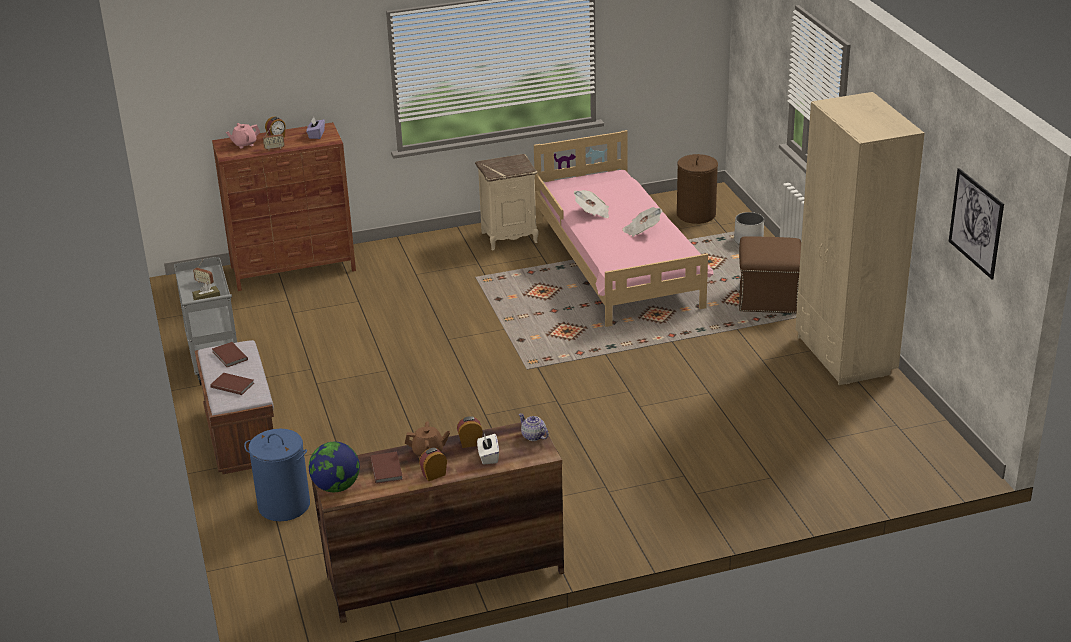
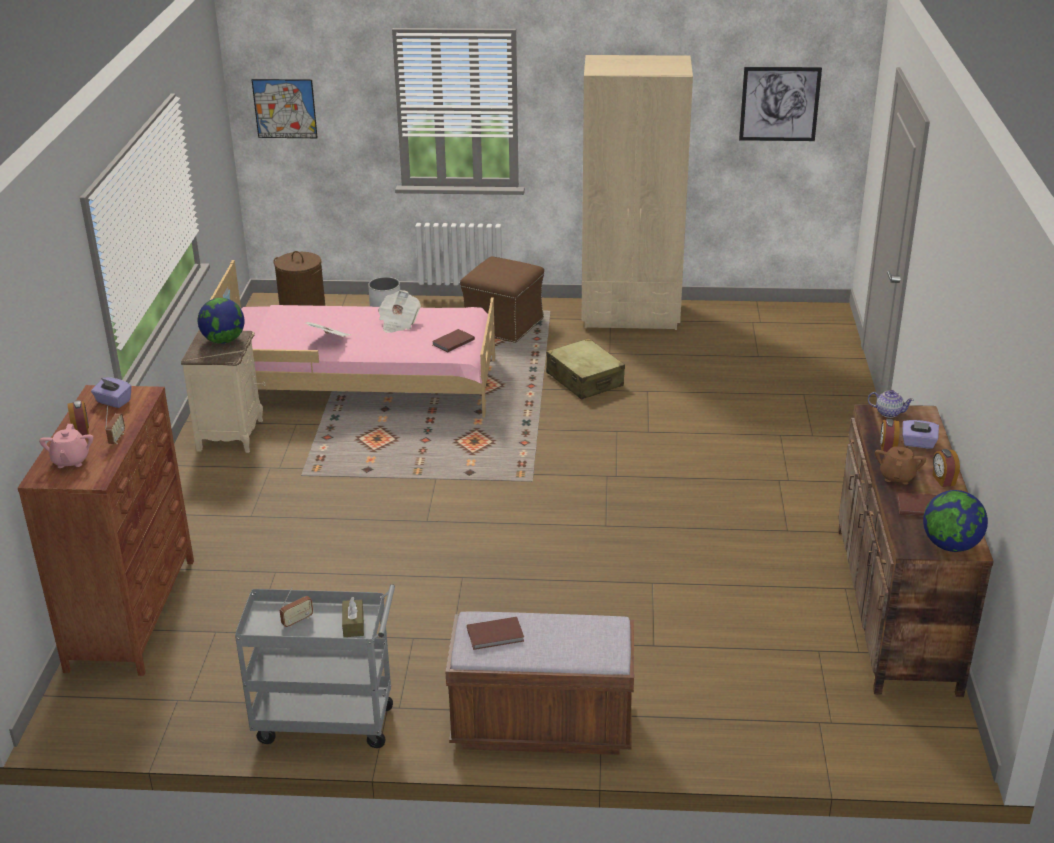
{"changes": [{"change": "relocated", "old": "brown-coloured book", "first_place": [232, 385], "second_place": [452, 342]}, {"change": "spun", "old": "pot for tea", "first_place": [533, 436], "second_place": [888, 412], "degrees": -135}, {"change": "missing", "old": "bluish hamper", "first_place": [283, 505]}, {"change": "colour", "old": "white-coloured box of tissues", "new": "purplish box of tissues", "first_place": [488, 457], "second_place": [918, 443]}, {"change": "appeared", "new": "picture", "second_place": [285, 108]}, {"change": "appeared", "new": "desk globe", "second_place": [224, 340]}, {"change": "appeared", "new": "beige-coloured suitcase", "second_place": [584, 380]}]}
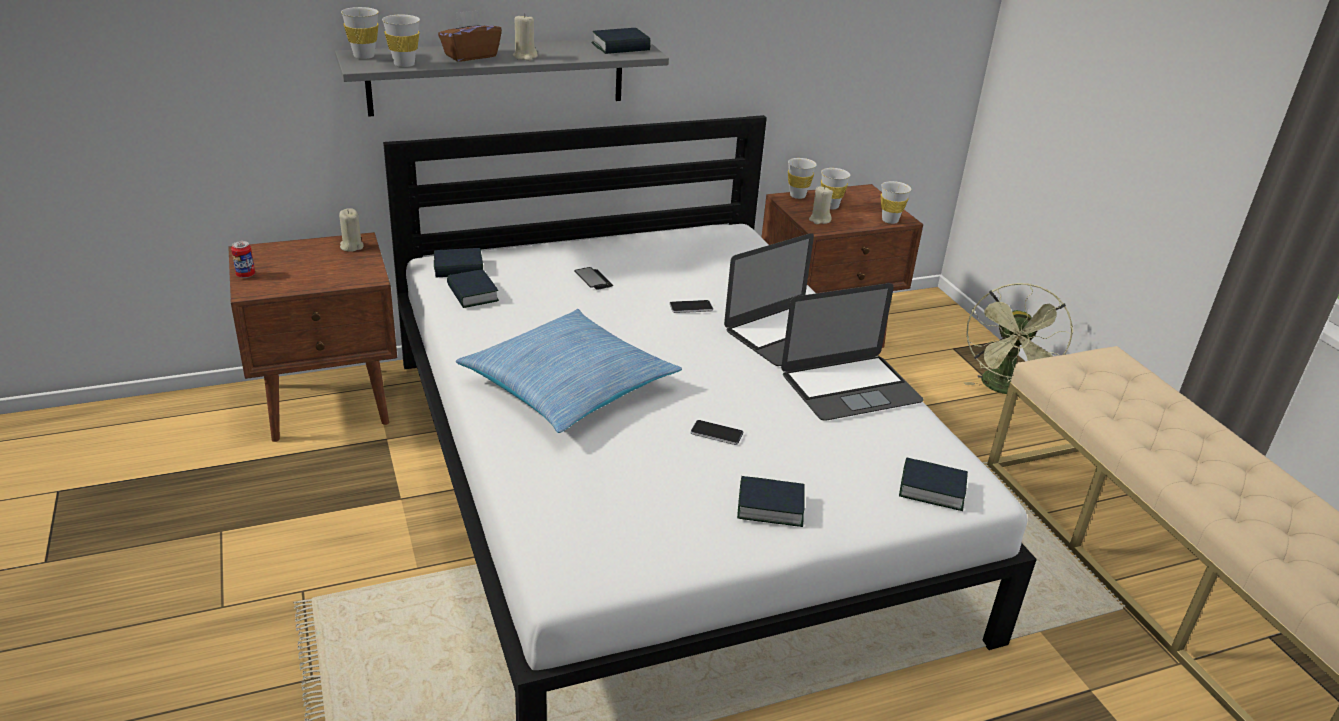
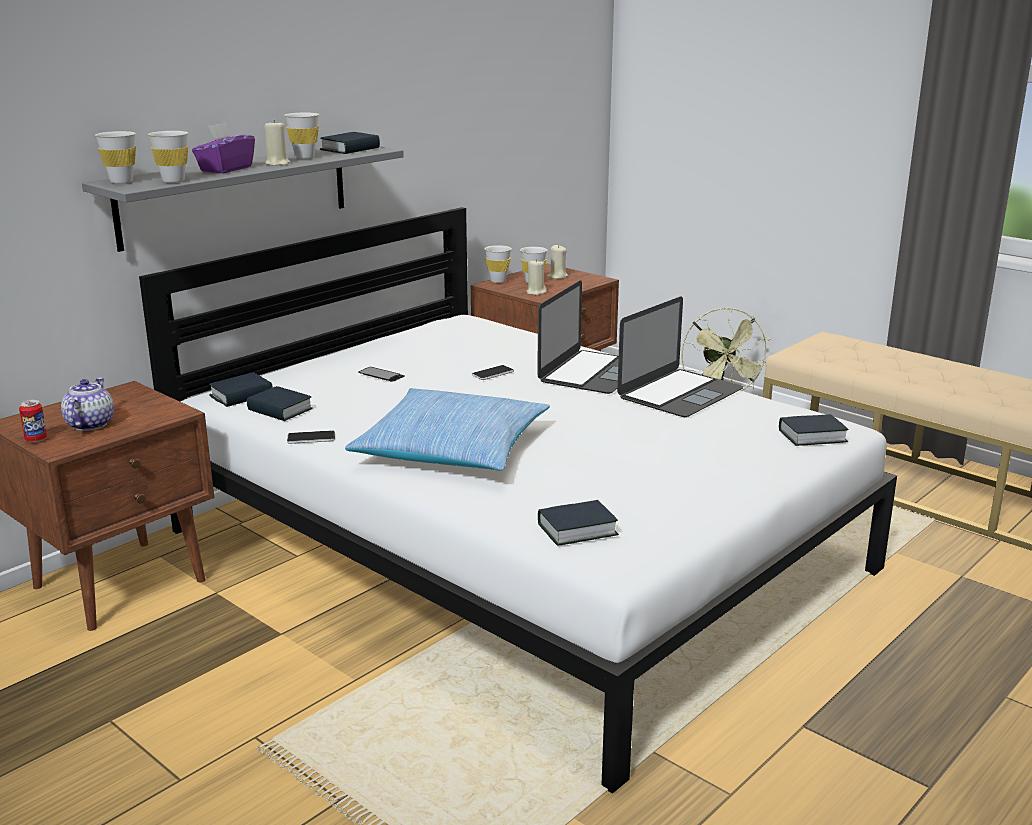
{"changes": [{"change": "colour", "old": "brown-coloured box of tissues", "new": "purplish box of tissues", "first_place": [470, 56], "second_place": [225, 169]}, {"change": "relocated", "old": "white-coloured drinking cup", "first_place": [890, 220], "second_place": [304, 157]}, {"change": "relocated", "old": "beige-coloured wax candle", "first_place": [351, 246], "second_place": [557, 276]}, {"change": "relocated", "old": "phone", "first_place": [716, 433], "second_place": [311, 438]}, {"change": "relocated", "old": "book", "first_place": [770, 507], "second_place": [577, 529]}, {"change": "appeared", "new": "pot for tea", "second_place": [89, 424]}]}
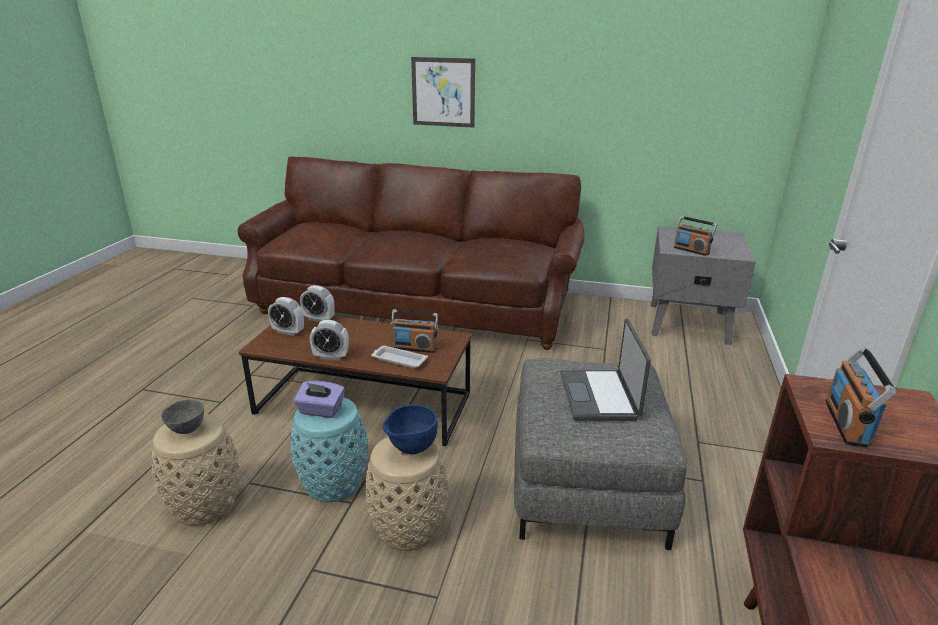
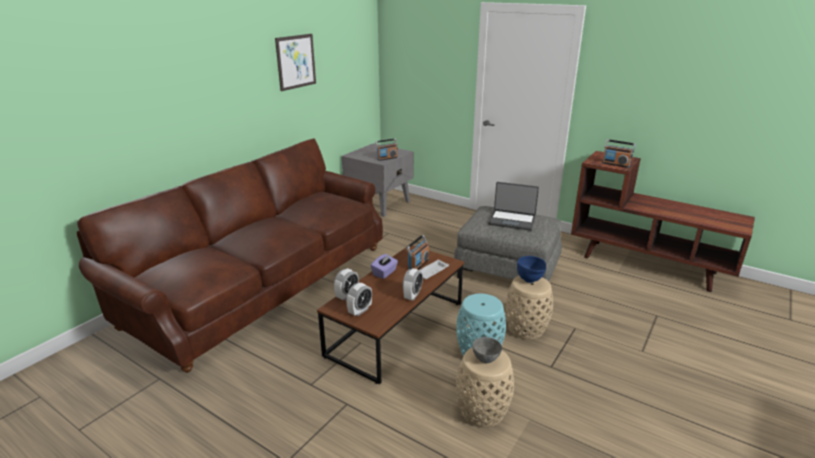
{"changes": [{"change": "relocated", "old": "picture", "first_place": [443, 92], "second_place": [296, 62]}, {"change": "relocated", "old": "purplish box of tissues", "first_place": [320, 410], "second_place": [384, 273]}]}
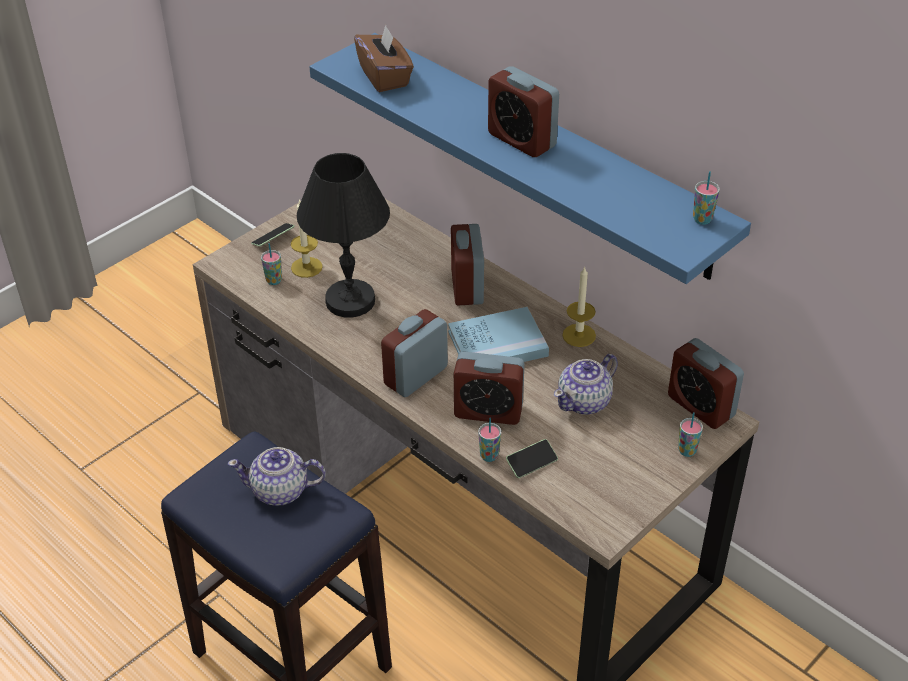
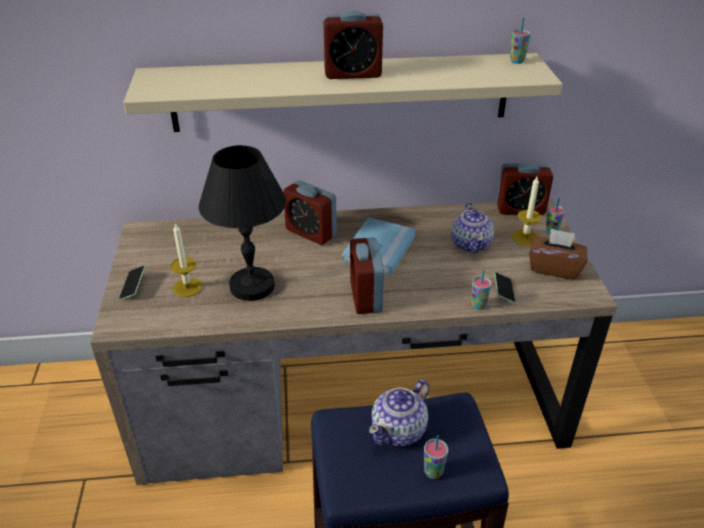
{"changes": [{"change": "relocated", "old": "brown-coloured box of tissues", "first_place": [385, 77], "second_place": [554, 268]}, {"change": "colour", "old": "bluish shelf", "new": "beige-coloured shelf", "first_place": [543, 153], "second_place": [341, 92]}, {"change": "relocated", "old": "drinking cup", "first_place": [274, 281], "second_place": [433, 472]}, {"change": "relocated", "old": "wax candle", "first_place": [579, 335], "second_place": [525, 237]}, {"change": "missing", "old": "table clock", "first_place": [488, 411]}]}
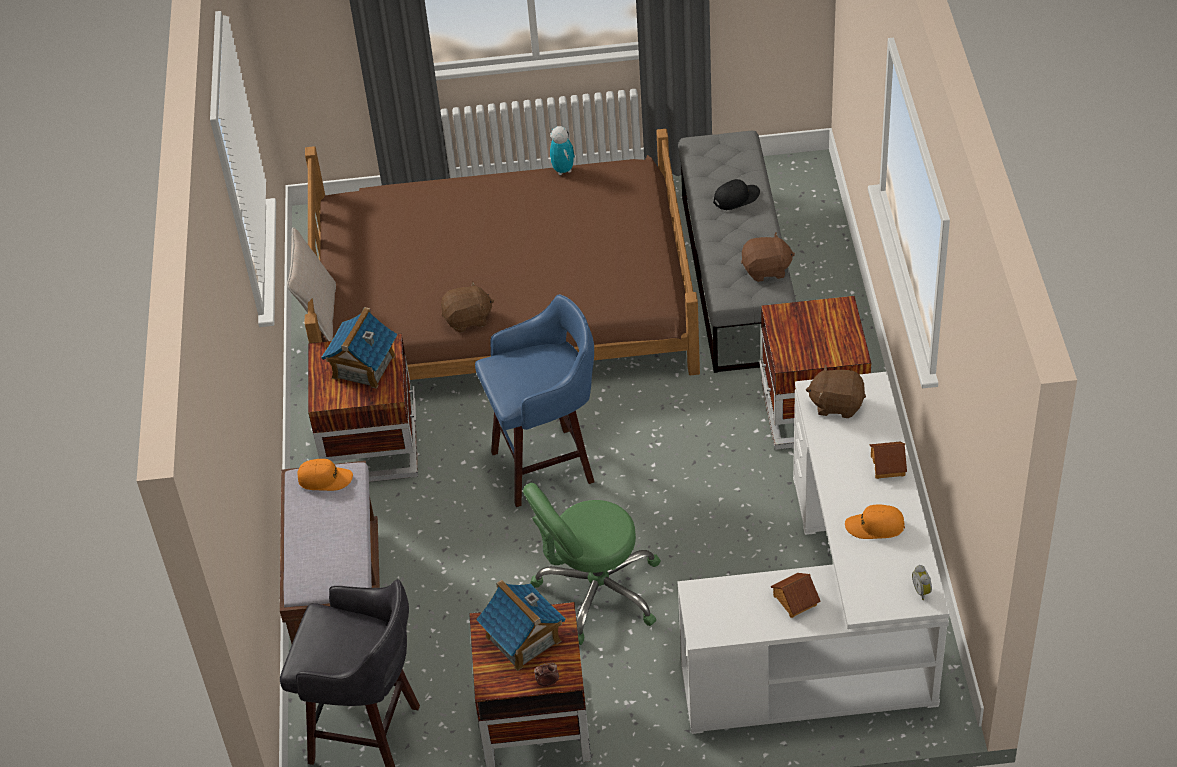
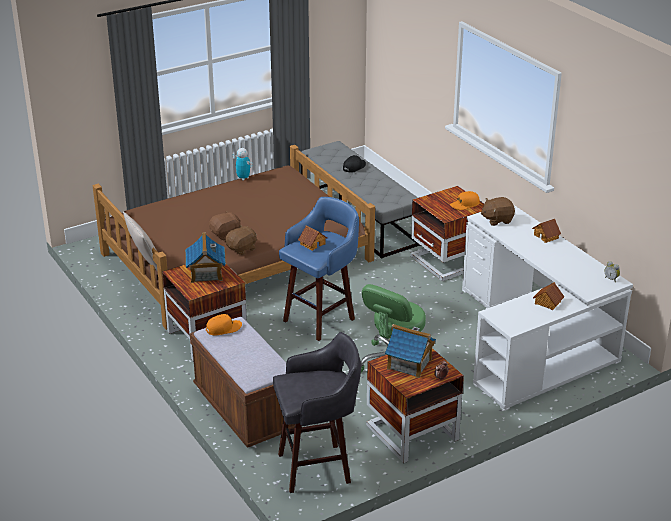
{"changes": [{"change": "relocated", "old": "brown-coloured soft toy", "first_place": [766, 270], "second_place": [225, 234]}, {"change": "relocated", "old": "orangey peaked cap", "first_place": [875, 526], "second_place": [464, 204]}, {"change": "appeared", "new": "miniature house", "second_place": [312, 244]}]}
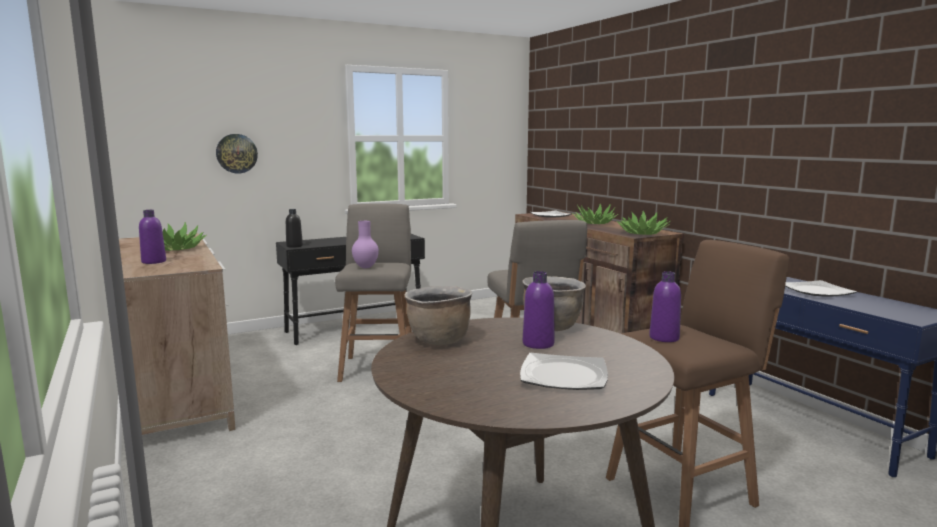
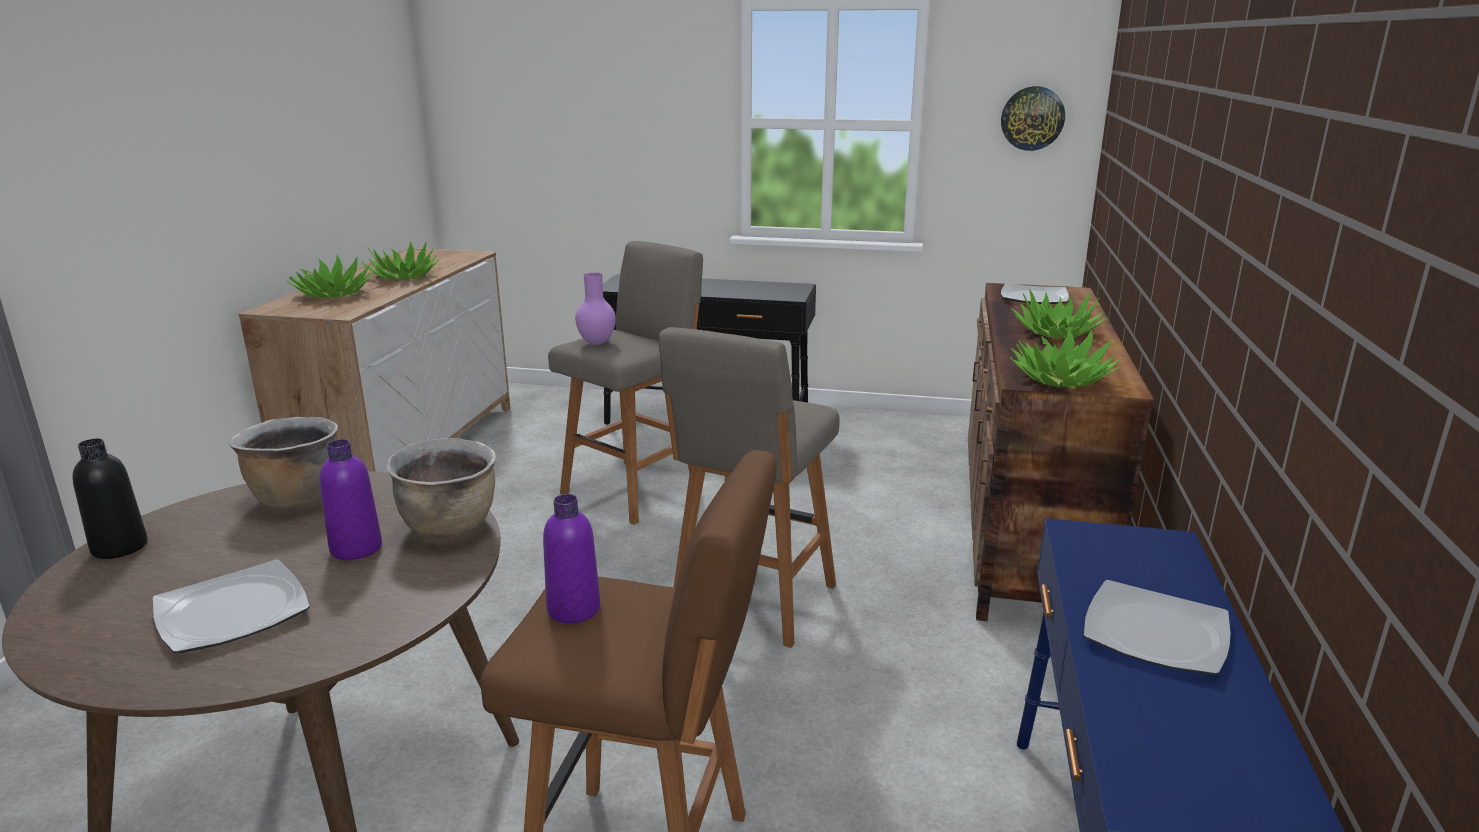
{"changes": [{"change": "relocated", "old": "clock on the wall", "first_place": [236, 153], "second_place": [1032, 118]}, {"change": "relocated", "old": "black-coloured beverage bottle", "first_place": [294, 246], "second_place": [119, 547]}, {"change": "exchanged", "old": "purplish beverage bottle", "new": "plant in a pot", "first_place": [154, 261], "second_place": [333, 294]}]}
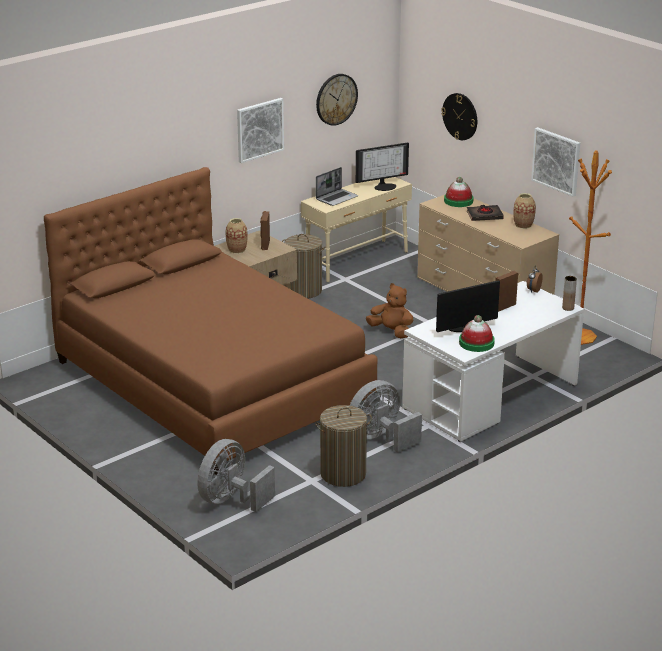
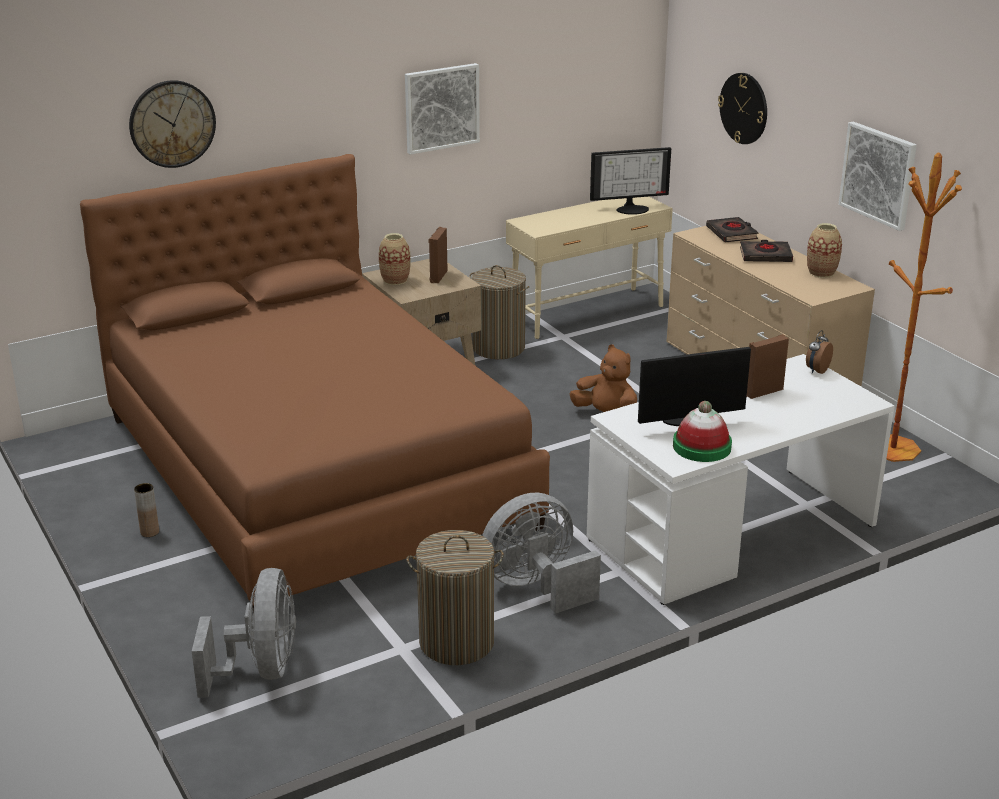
{"changes": [{"change": "relocated", "old": "clock on the wall", "first_place": [336, 99], "second_place": [172, 124]}, {"change": "missing", "old": "laptop", "first_place": [337, 198]}, {"change": "exchanged", "old": "clothing hat", "new": "black-coloured book", "first_place": [458, 201], "second_place": [732, 233]}, {"change": "relocated", "old": "brown-coloured flower vase", "first_place": [568, 308], "second_place": [149, 532]}, {"change": "spun", "old": "gray cooling fan", "first_place": [231, 500], "second_place": [261, 670], "degrees": 135}]}
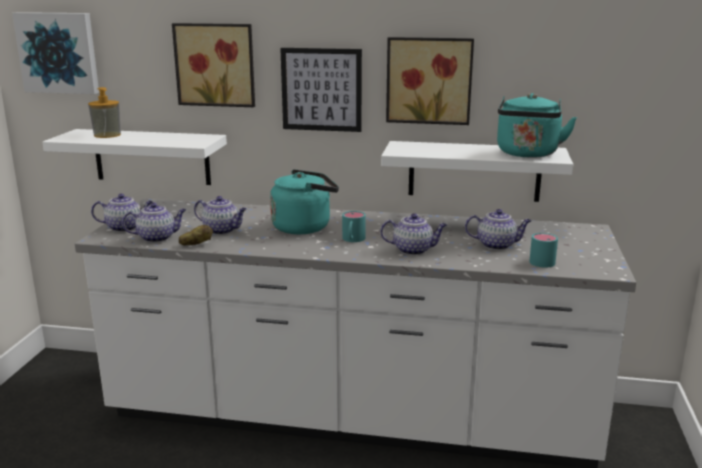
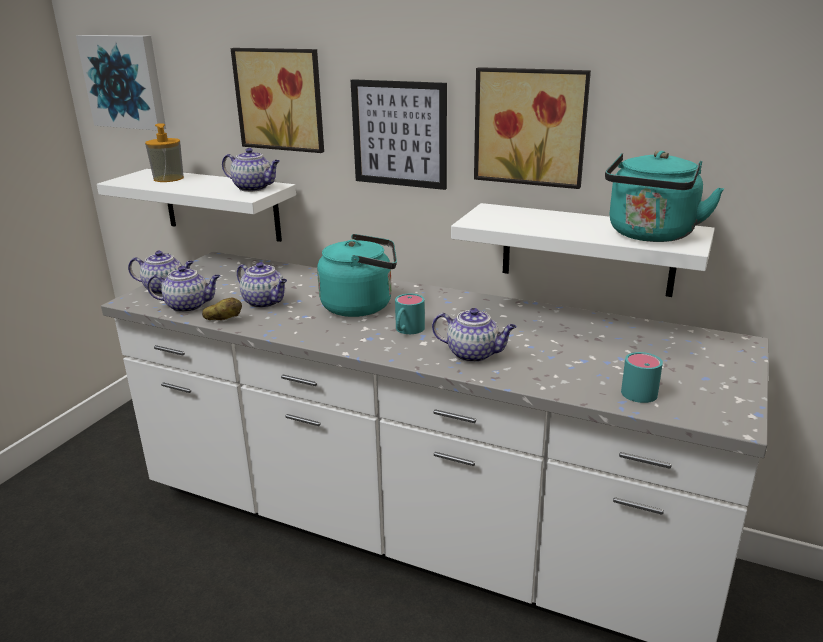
{"changes": [{"change": "relocated", "old": "pot for tea", "first_place": [497, 245], "second_place": [254, 188]}]}
